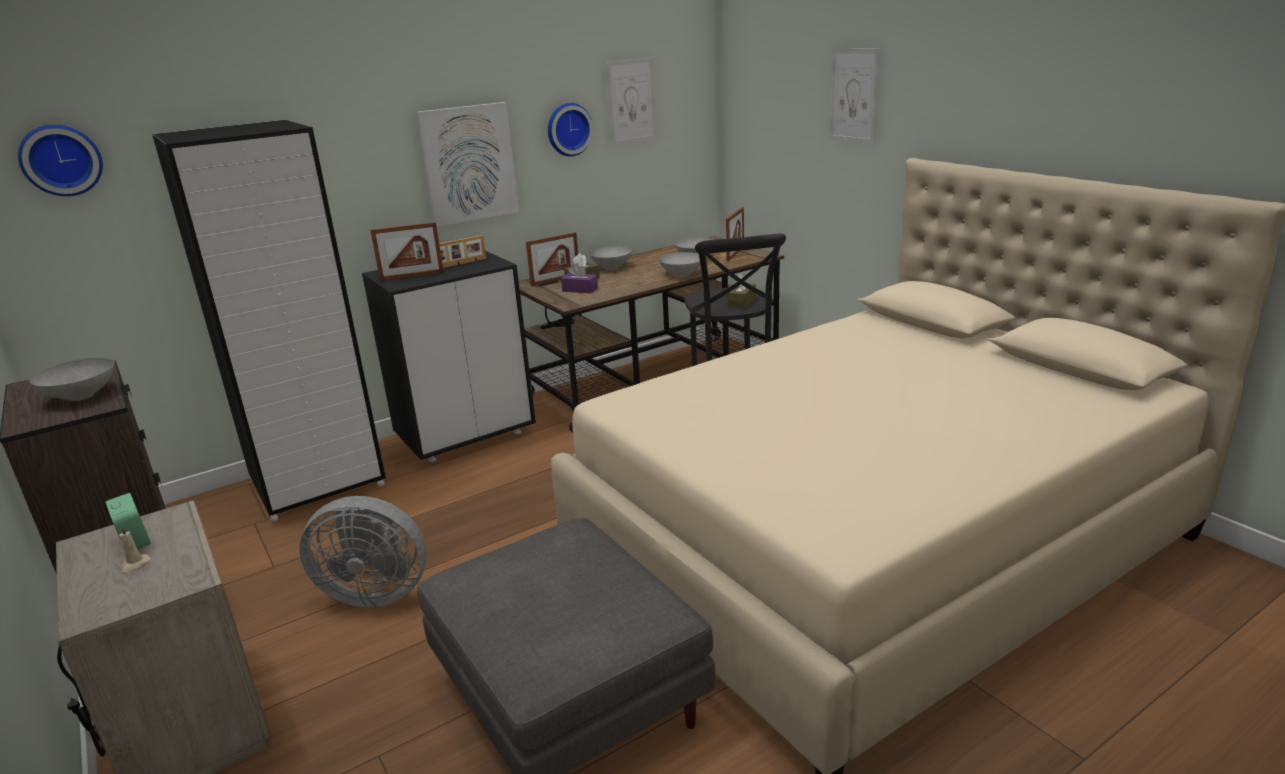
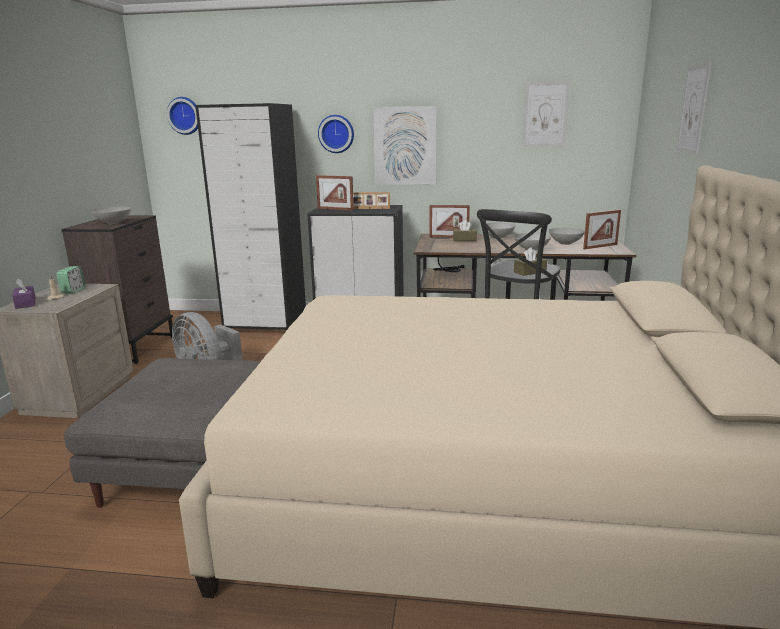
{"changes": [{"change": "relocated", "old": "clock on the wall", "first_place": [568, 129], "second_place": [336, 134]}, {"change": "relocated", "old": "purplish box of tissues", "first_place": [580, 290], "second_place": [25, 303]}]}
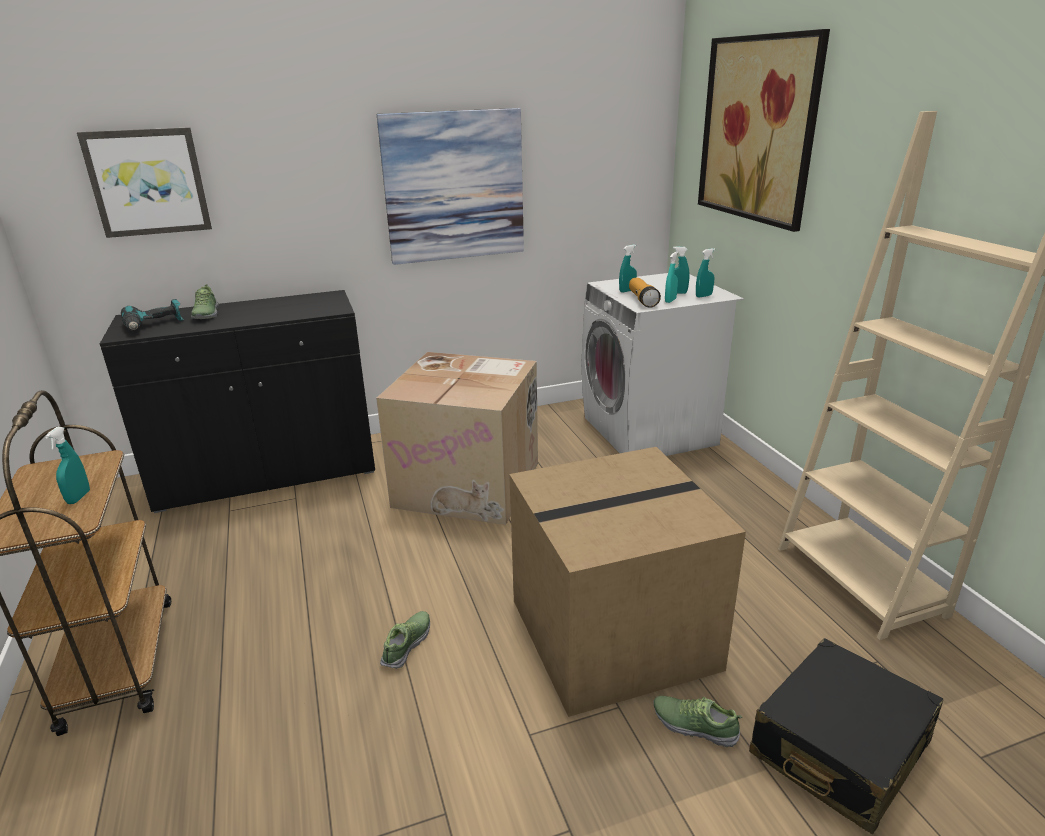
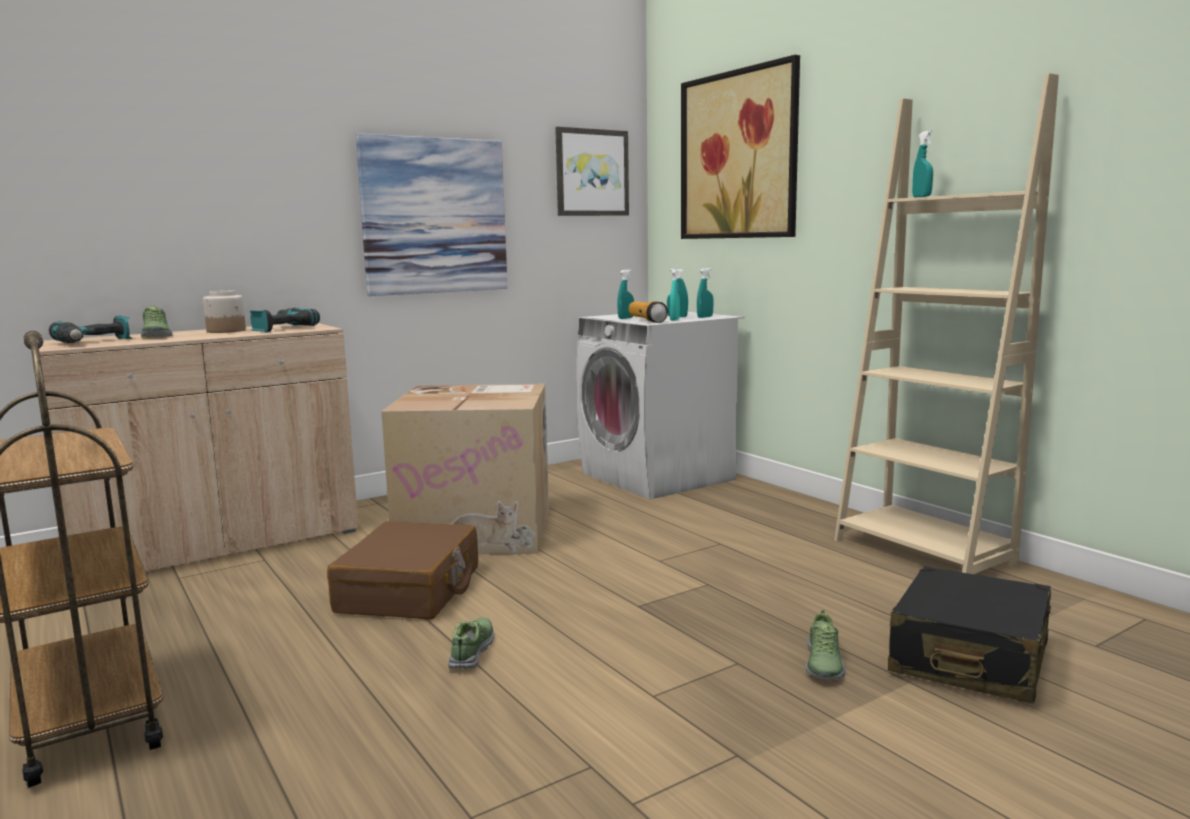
{"changes": [{"change": "relocated", "old": "picture", "first_place": [148, 182], "second_place": [591, 172]}, {"change": "colour", "old": "black-coloured storage cabinet", "new": "beige-coloured storage cabinet", "first_place": [268, 474], "second_place": [216, 545]}, {"change": "relocated", "old": "turquoise-coloured sprayer", "first_place": [78, 497], "second_place": [921, 197]}, {"change": "missing", "old": "packing box", "first_place": [611, 636]}, {"change": "spun", "old": "low shoe", "first_place": [694, 725], "second_place": [823, 664], "degrees": -90}, {"change": "appeared", "new": "storage jar", "second_place": [227, 331]}, {"change": "appeared", "new": "drill", "second_place": [280, 328]}, {"change": "appeared", "new": "brown-coloured suitcase", "second_place": [410, 590]}]}
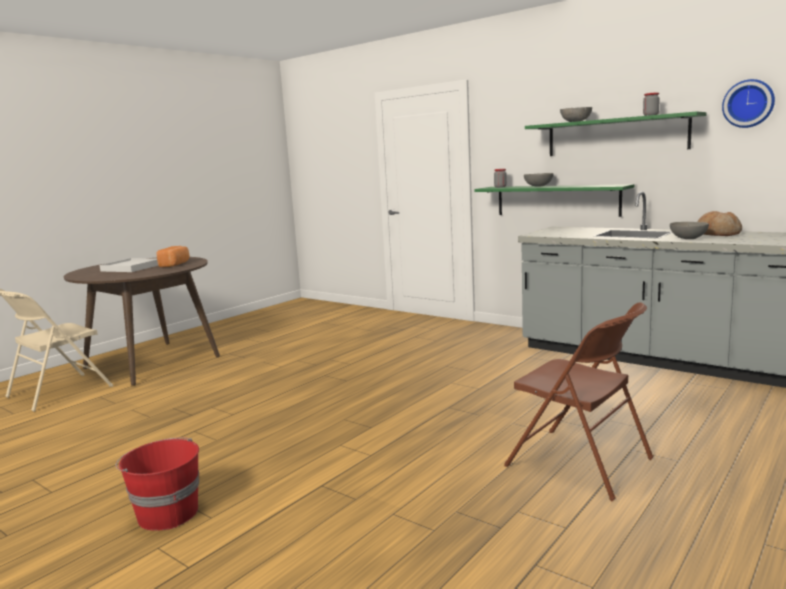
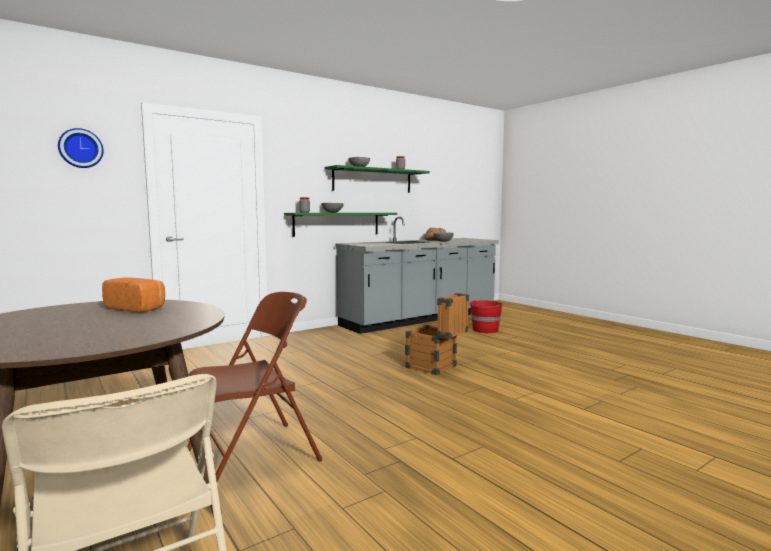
{"changes": [{"change": "relocated", "old": "clock on the wall", "first_place": [748, 103], "second_place": [80, 148]}, {"change": "missing", "old": "white-coloured tray", "first_place": [131, 268]}, {"change": "relocated", "old": "brown-coloured chair", "first_place": [578, 462], "second_place": [253, 455]}, {"change": "relocated", "old": "red-coloured pail", "first_place": [167, 513], "second_place": [485, 330]}, {"change": "appeared", "new": "crate", "second_place": [436, 368]}]}
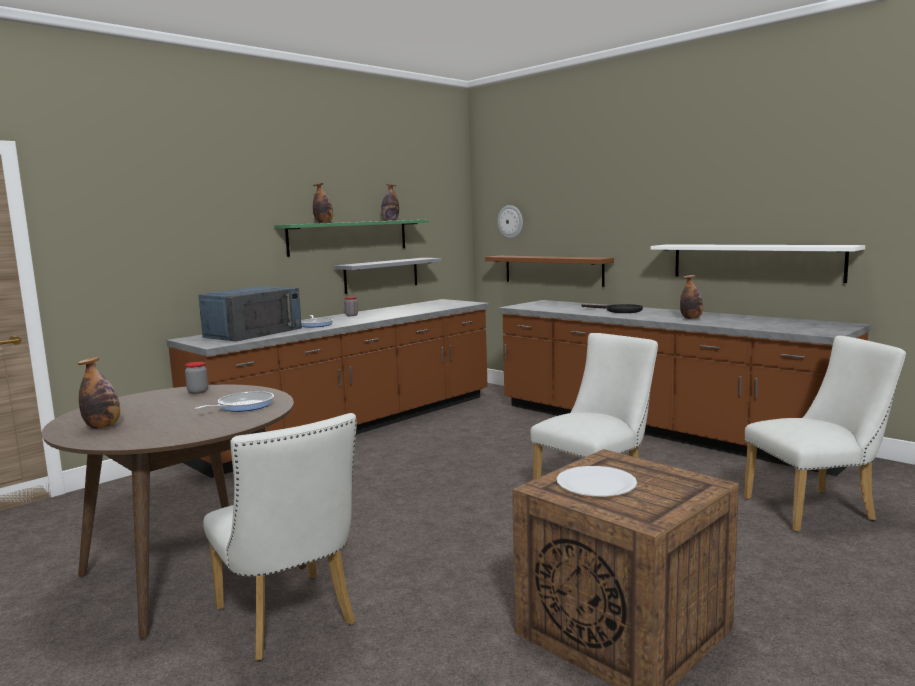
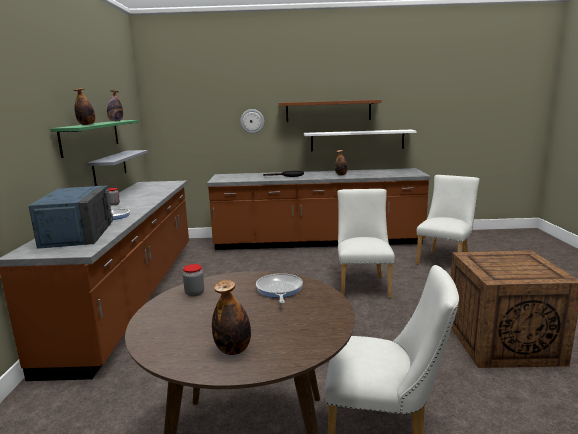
{"changes": [{"change": "relocated", "old": "clock on the wall", "first_place": [510, 221], "second_place": [252, 121]}, {"change": "relocated", "old": "brown-coloured shelf", "first_place": [552, 270], "second_place": [328, 111]}, {"change": "missing", "old": "white-coloured plate", "first_place": [596, 484]}]}
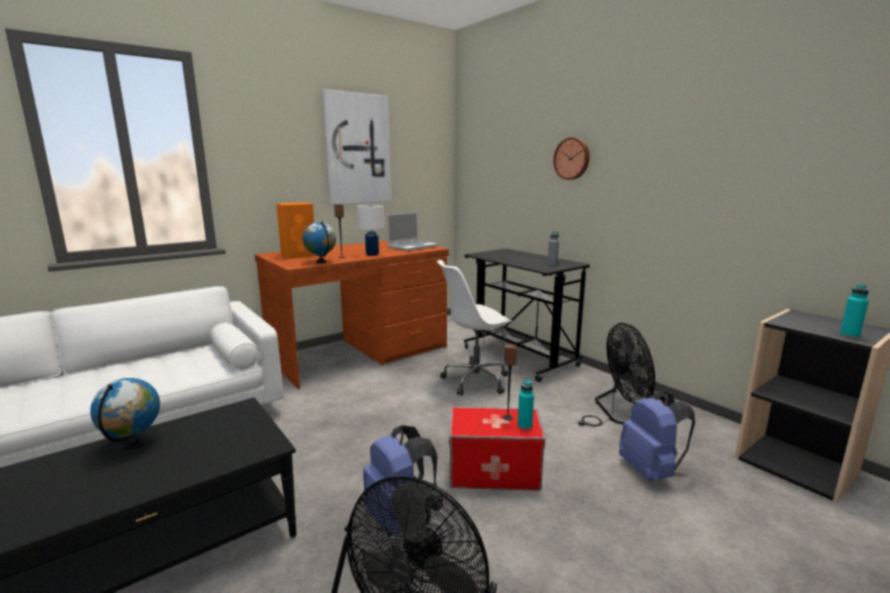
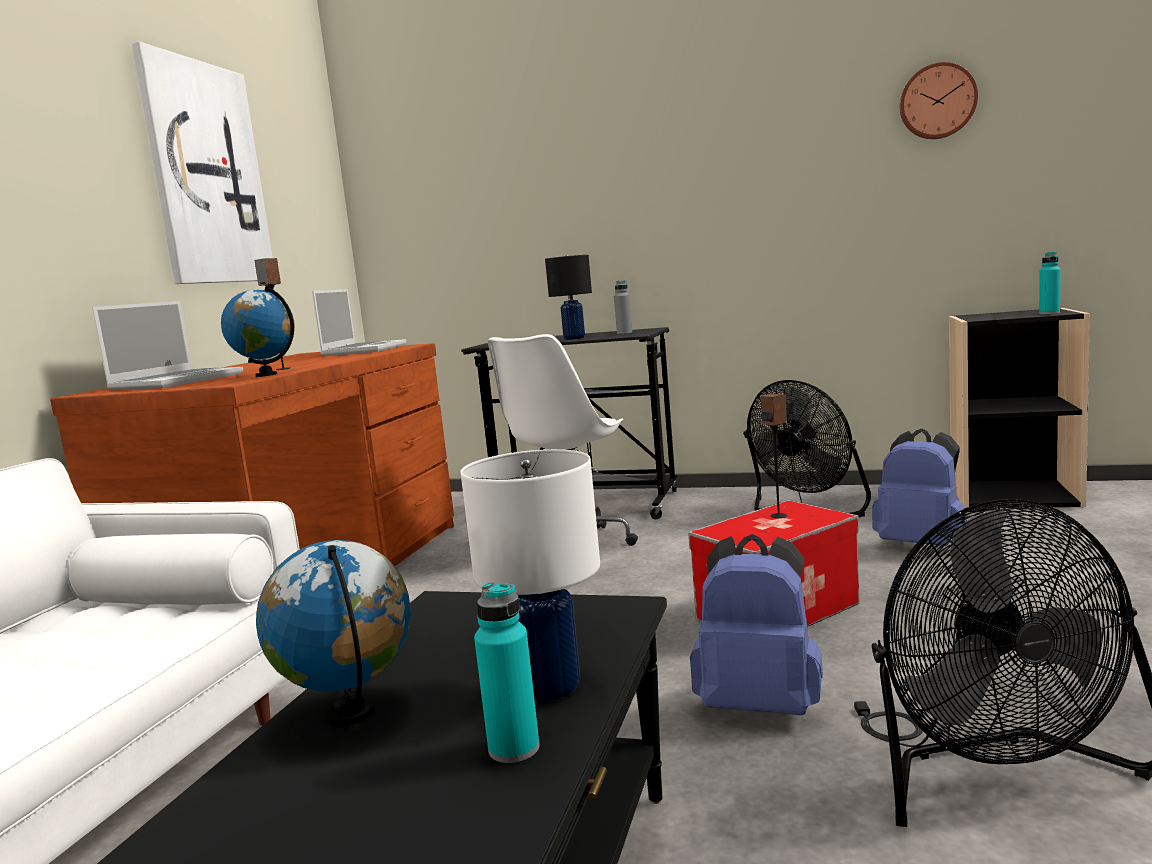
{"changes": [{"change": "relocated", "old": "clock on the wall", "first_place": [572, 158], "second_place": [937, 102]}, {"change": "exchanged", "old": "orangey loudspeaker", "new": "laptop", "first_place": [299, 255], "second_place": [177, 382]}, {"change": "relocated", "old": "white-coloured table lamp", "first_place": [372, 254], "second_place": [546, 688]}, {"change": "relocated", "old": "turquoise-coloured beverage bottle", "first_place": [524, 425], "second_place": [514, 748]}, {"change": "appeared", "new": "black-coloured table lamp", "second_place": [575, 338]}]}
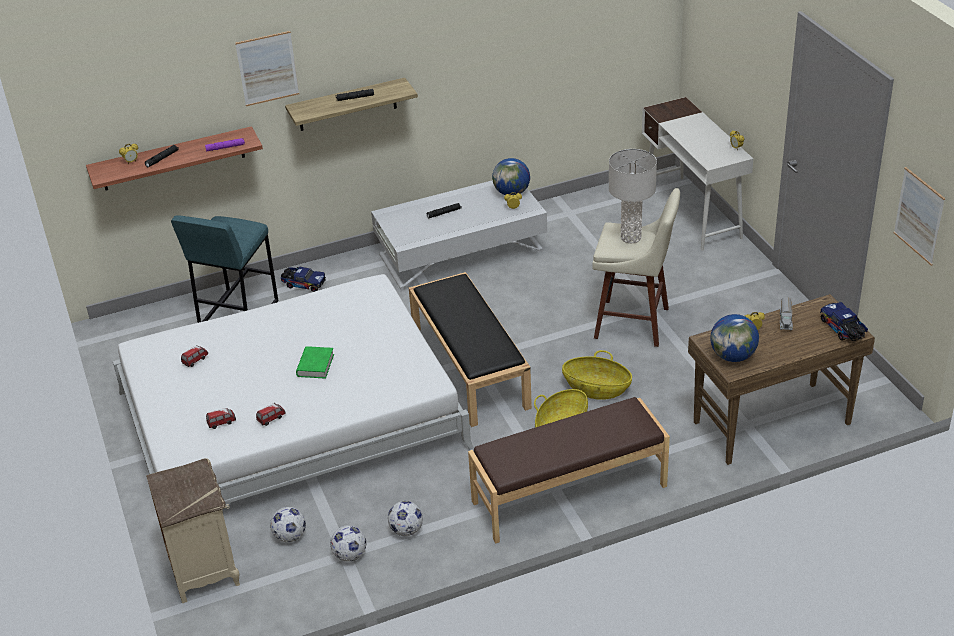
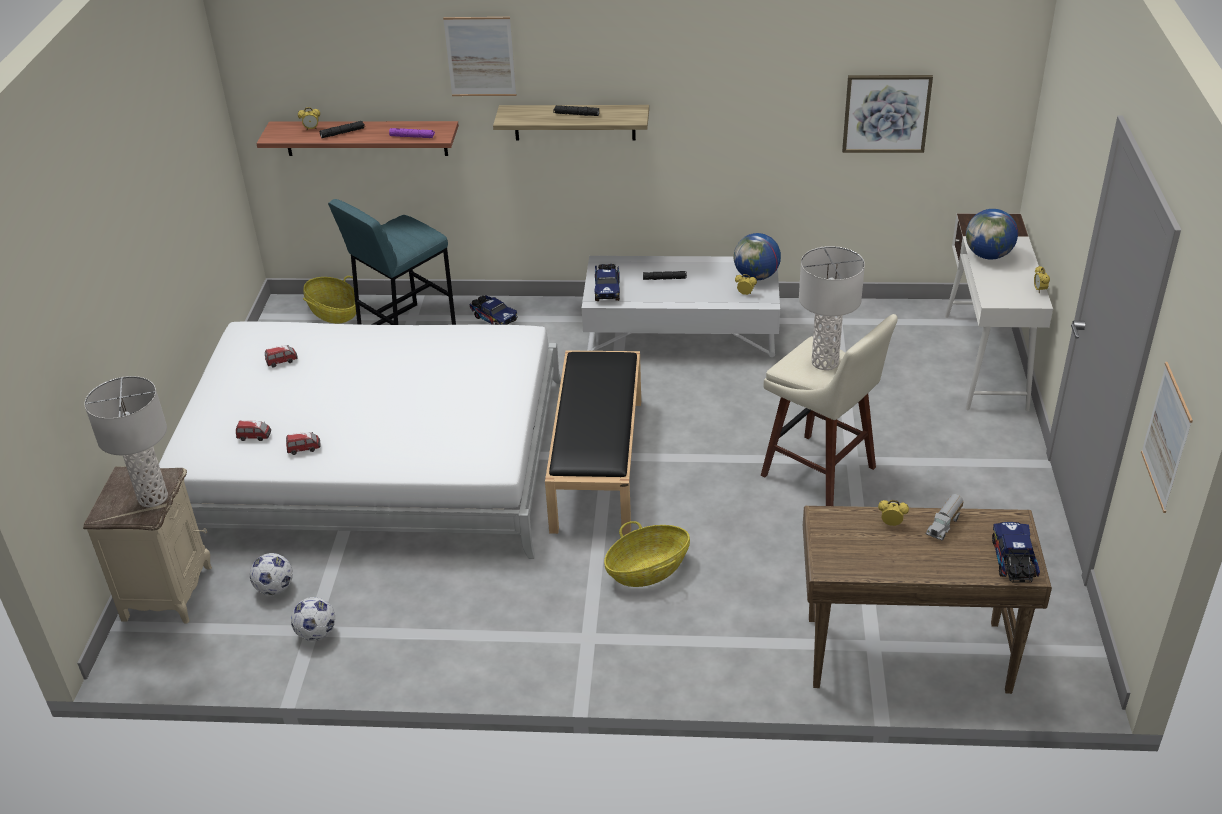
{"changes": [{"change": "relocated", "old": "desk globe", "first_place": [733, 356], "second_place": [988, 255]}, {"change": "missing", "old": "green book", "first_place": [315, 365]}, {"change": "relocated", "old": "household basket", "first_place": [596, 389], "second_place": [334, 312]}, {"change": "missing", "old": "brown-coloured long seat", "first_place": [569, 494]}, {"change": "missing", "old": "ball for football", "first_place": [406, 530]}, {"change": "appeared", "new": "picture", "second_place": [886, 113]}, {"change": "appeared", "new": "toy lorry", "second_place": [607, 289]}, {"change": "appeared", "new": "white-coloured table lamp", "second_place": [152, 497]}]}
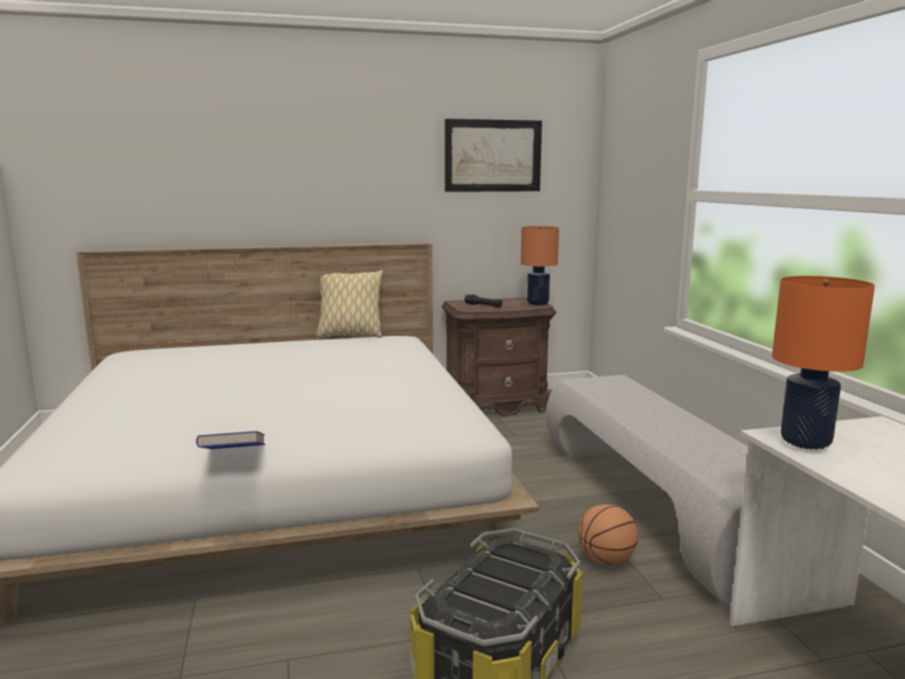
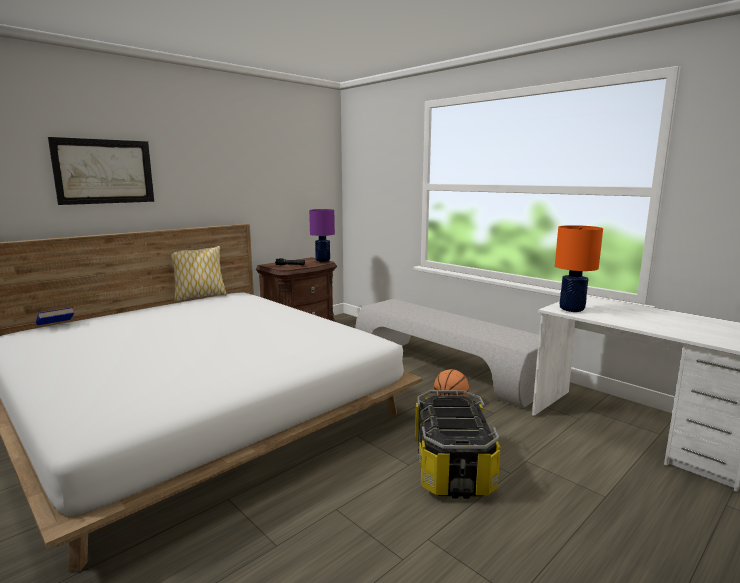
{"changes": [{"change": "relocated", "old": "picture", "first_place": [492, 156], "second_place": [104, 171]}, {"change": "colour", "old": "orangey table lamp", "new": "purplish table lamp", "first_place": [537, 304], "second_place": [322, 261]}, {"change": "relocated", "old": "bluish book", "first_place": [233, 458], "second_place": [56, 326]}]}
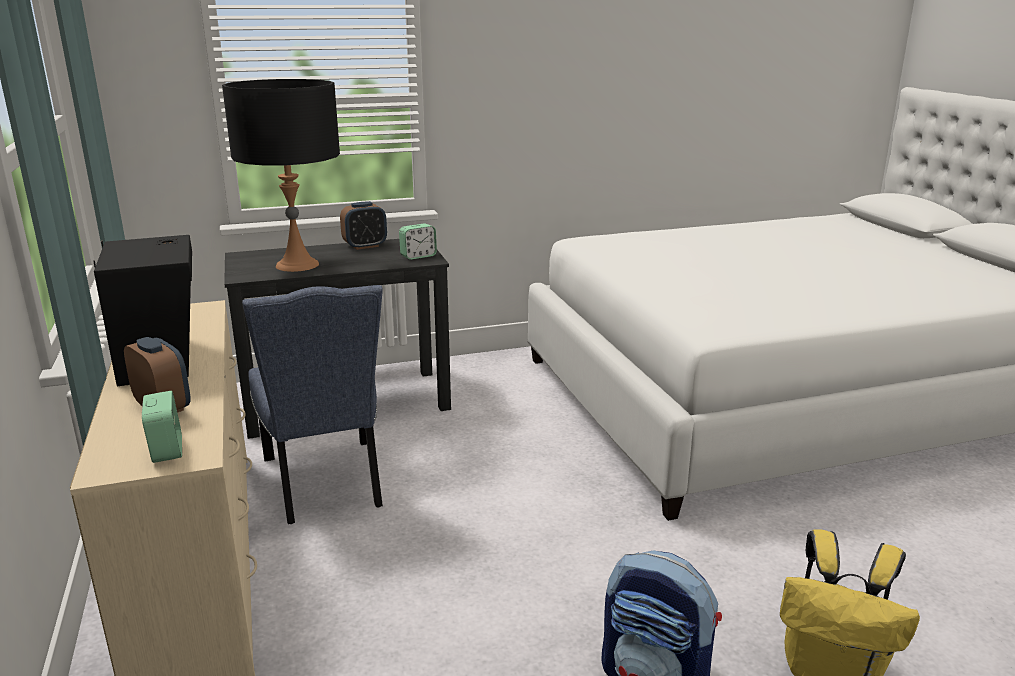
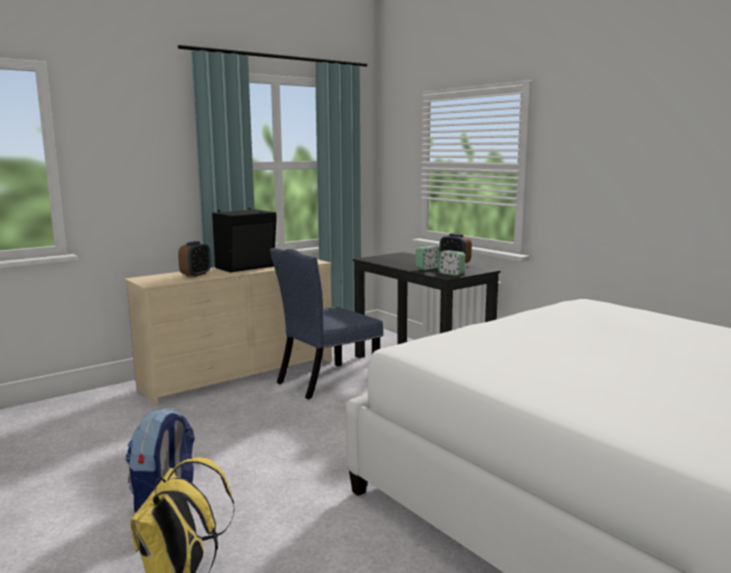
{"changes": [{"change": "missing", "old": "black-coloured table lamp", "first_place": [297, 265]}, {"change": "relocated", "old": "table clock", "first_place": [166, 450], "second_place": [427, 268]}]}
